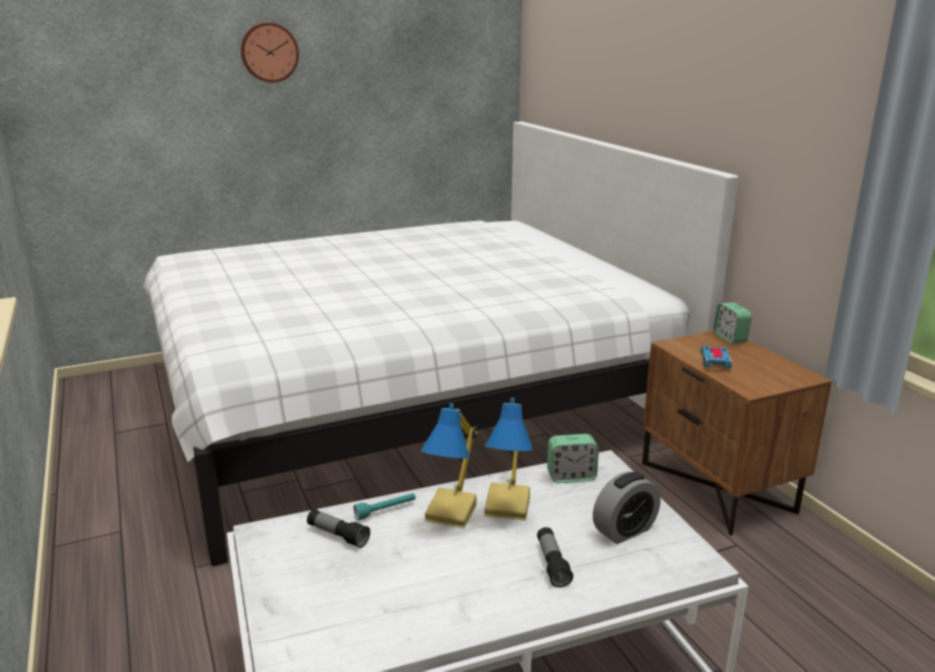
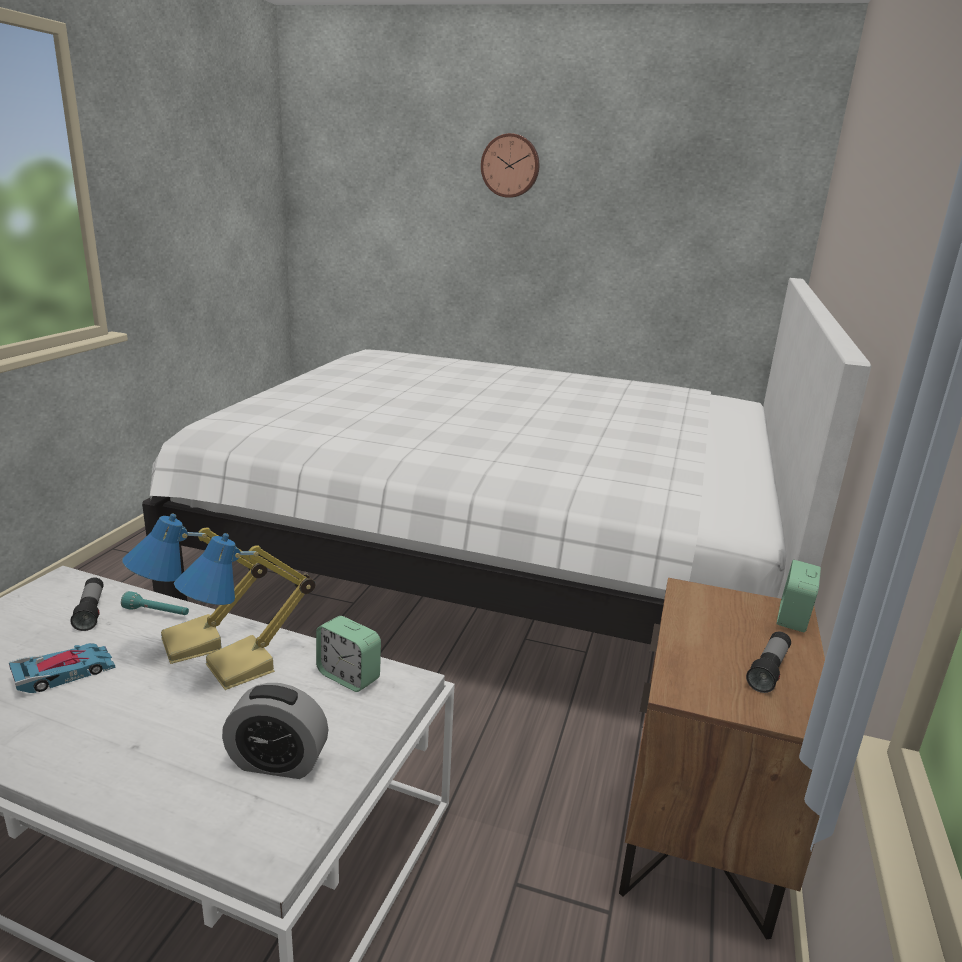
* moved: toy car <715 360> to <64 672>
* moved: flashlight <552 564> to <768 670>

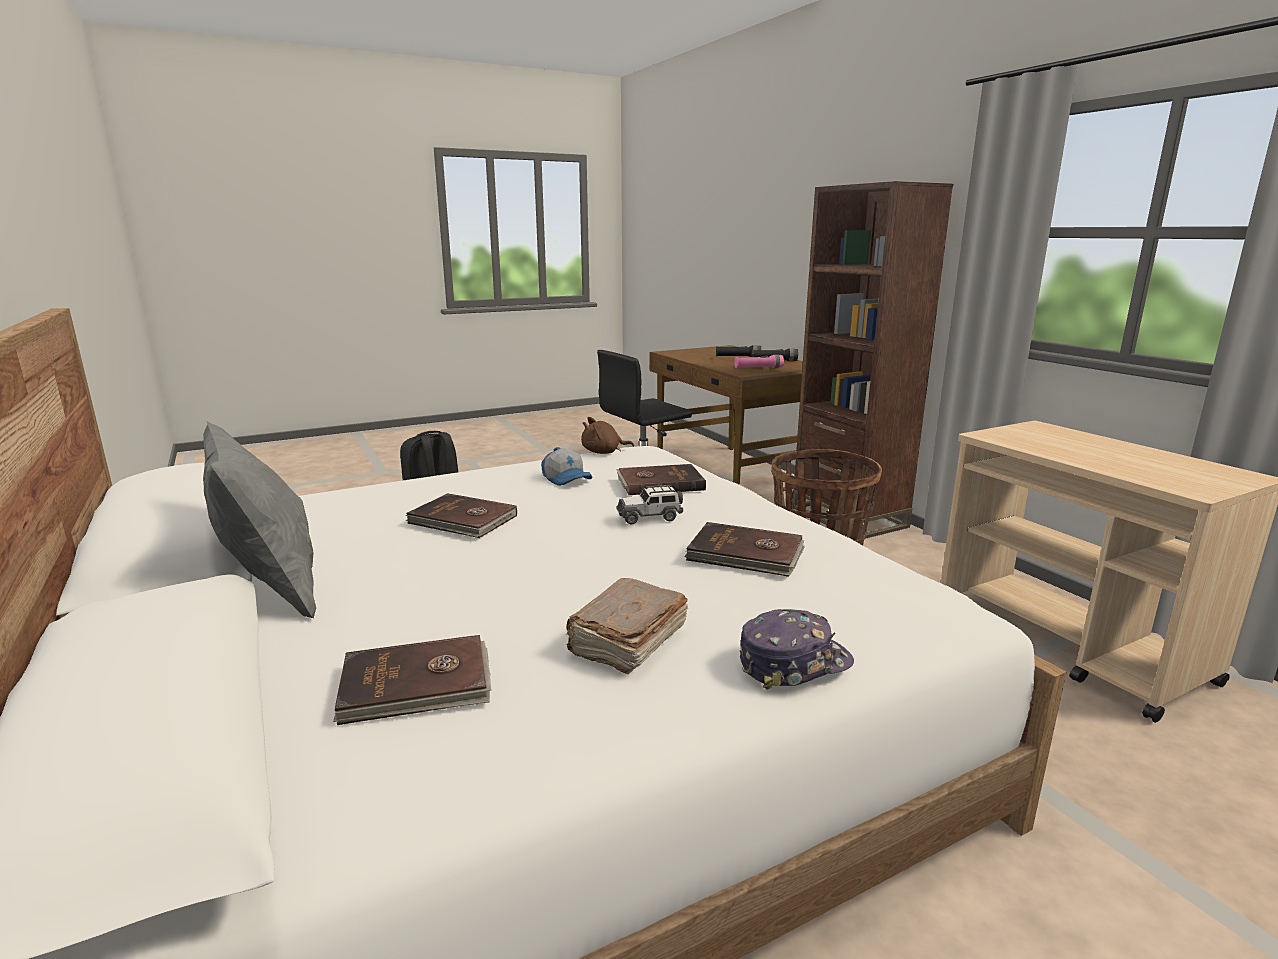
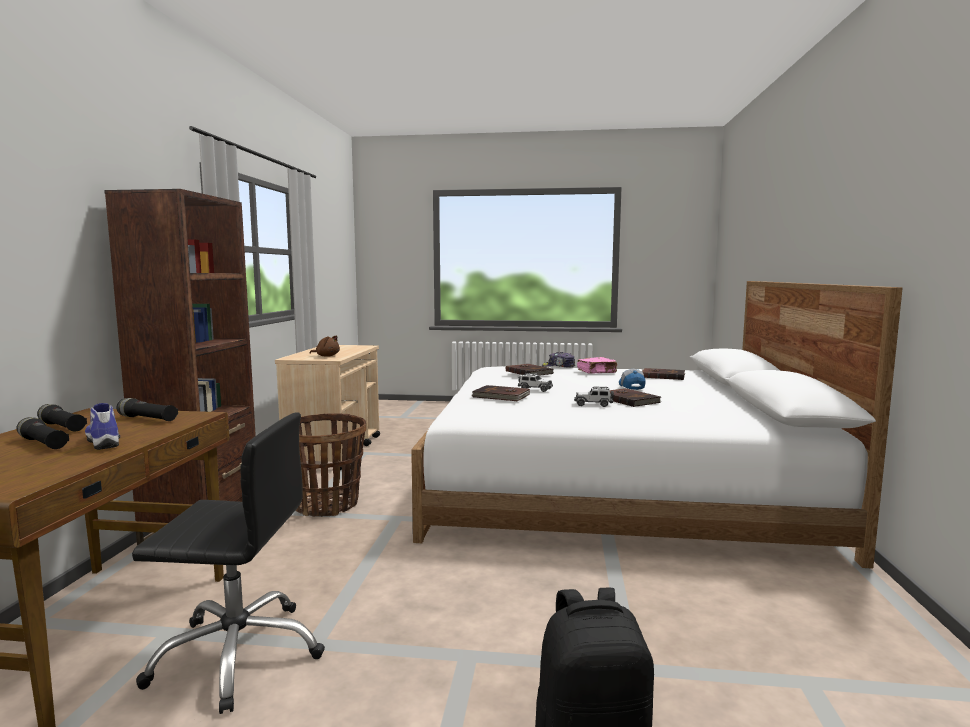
* recoloured: pink flashlight <758 368> to black flashlight <147 419>
* moved: brown plush toy <604 452> to <326 356>
* removed: grey pillow <272 591>
* moved: cap <567 479> to <631 386>
* recoloured: brown book <626 642> to pink book <597 372>
* added: toy car <593 404>
* added: shoe <105 442>

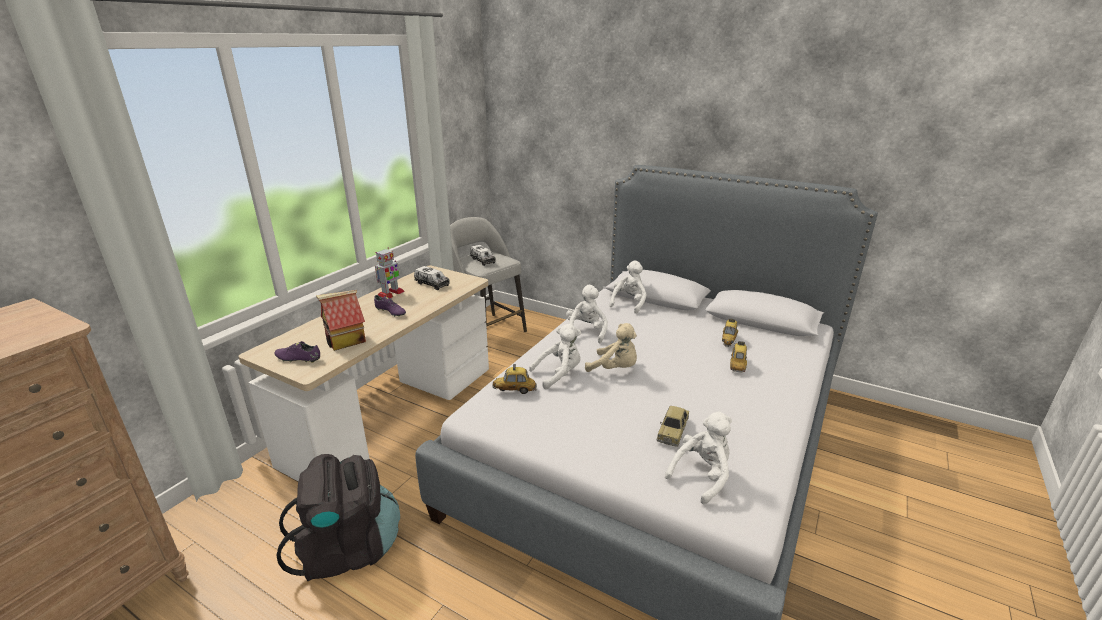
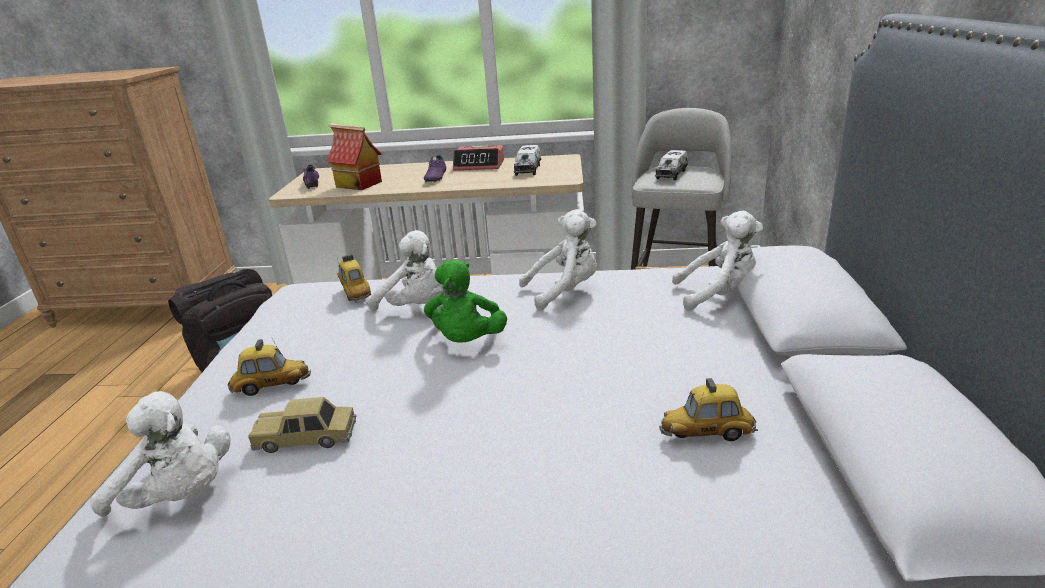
* replaced: toy robot <390 294> to alarm clock <479 165>
* recoloured: beige plush toy <615 369> to green plush toy <467 342>
* moved: toy car <737 365> to <272 386>

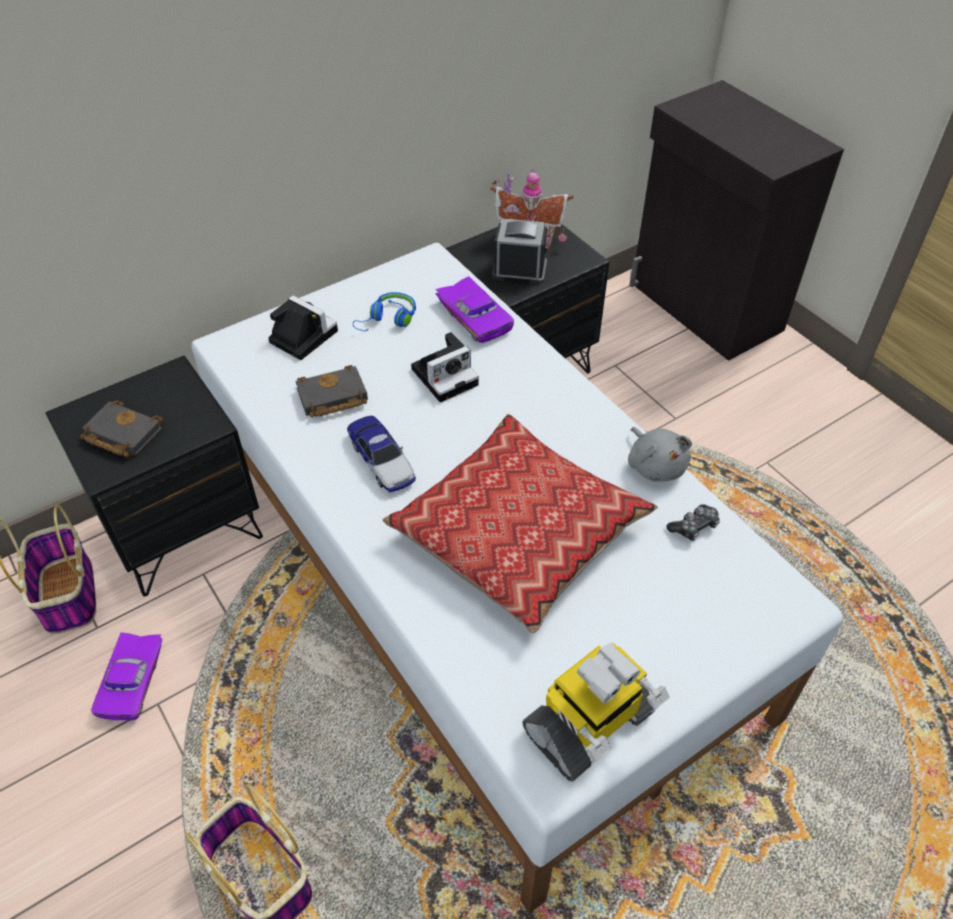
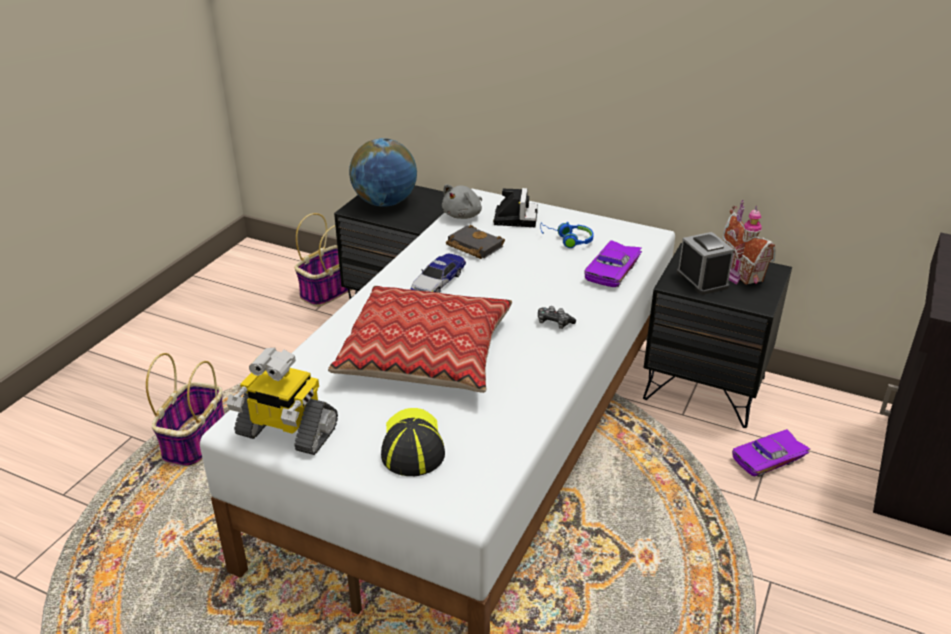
* removed: photo camera <446 375>
* replaced: black book <120 434> to globe <385 203>
* moved: grey plush toy <655 465> to <463 215>
* moved: game controller <694 527> to <554 323>
* moved: purple toy car <134 681> to <770 460>
* added: cap <412 445>

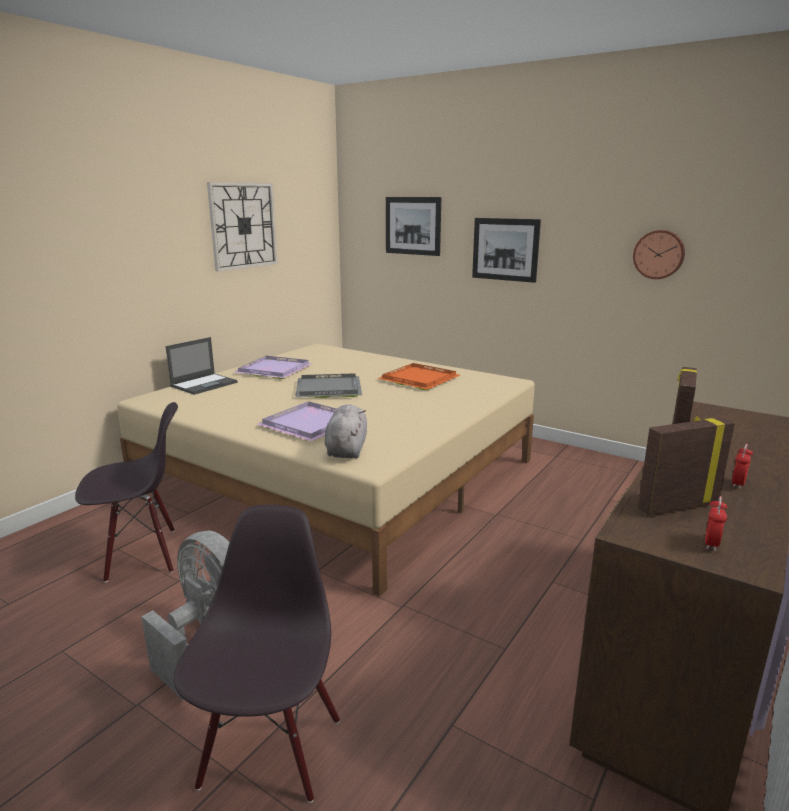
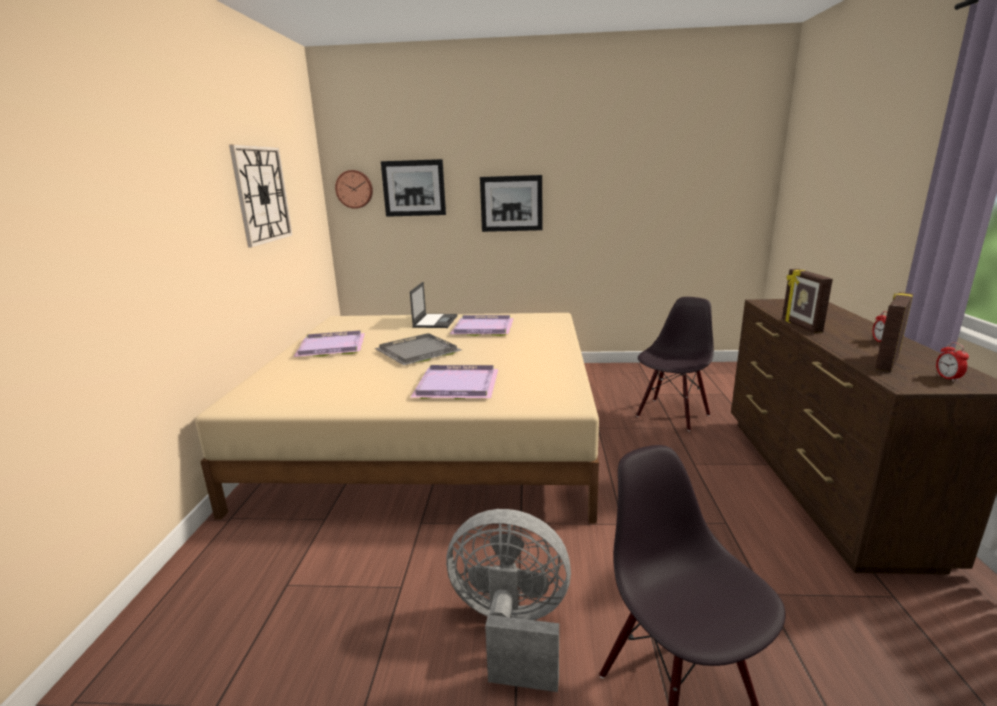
* moved: wall clock <659 254> to <354 189>
* moved: laptop <204 384> to <435 321>
* recoloured: orange tray <419 380> to purple tray <484 328>
* moved: black chair <142 555> to <672 415>
* removed: grey plush toy <346 449>

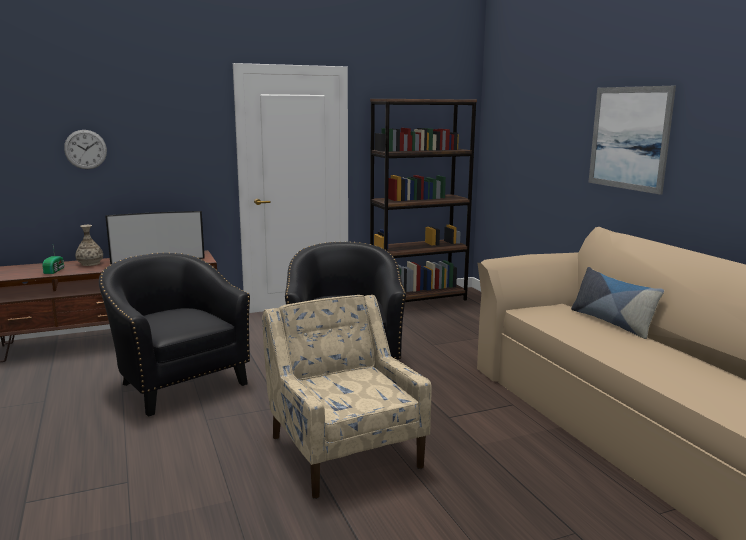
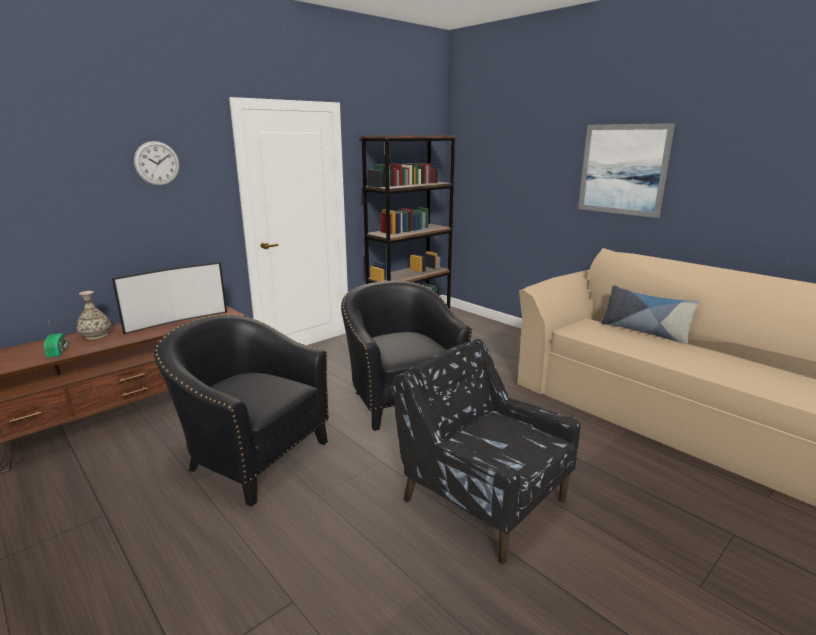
* moved: wall clock <85 149> to <157 163>
* recoloured: beige armchair <344 451> to black armchair <482 498>

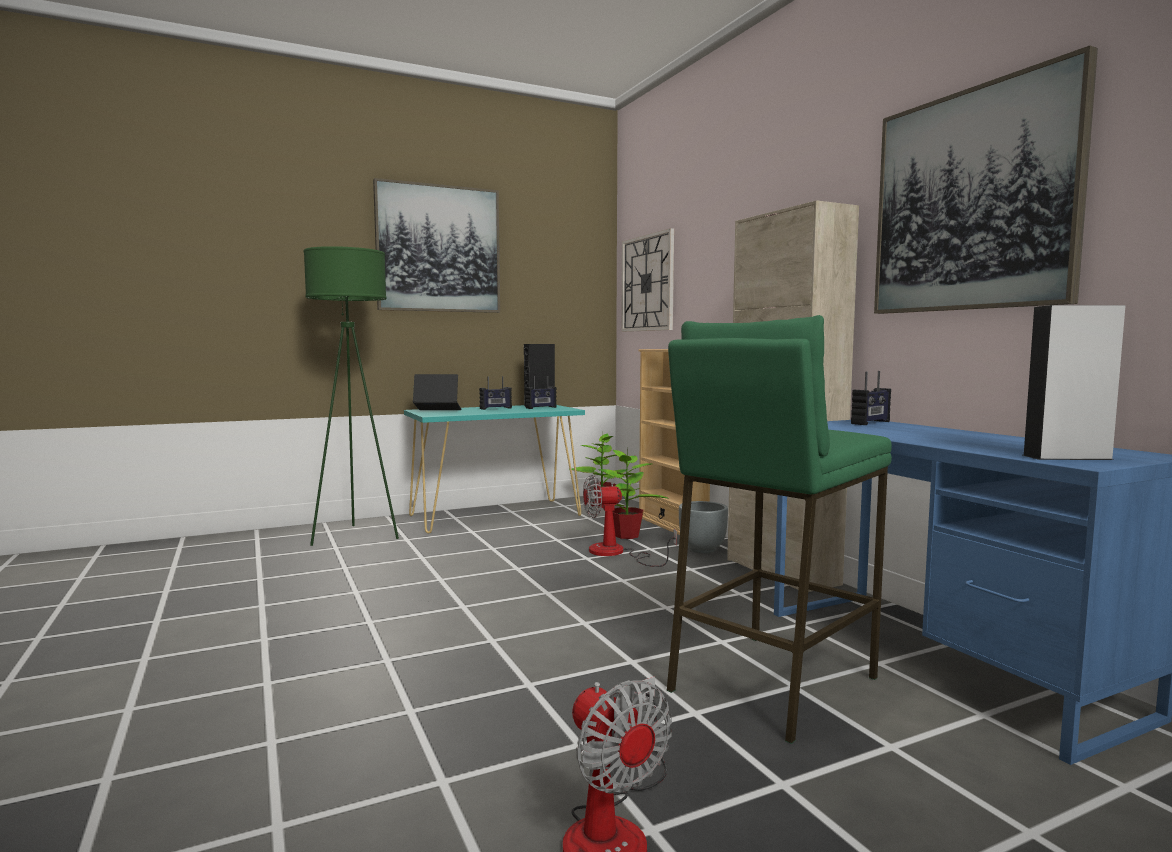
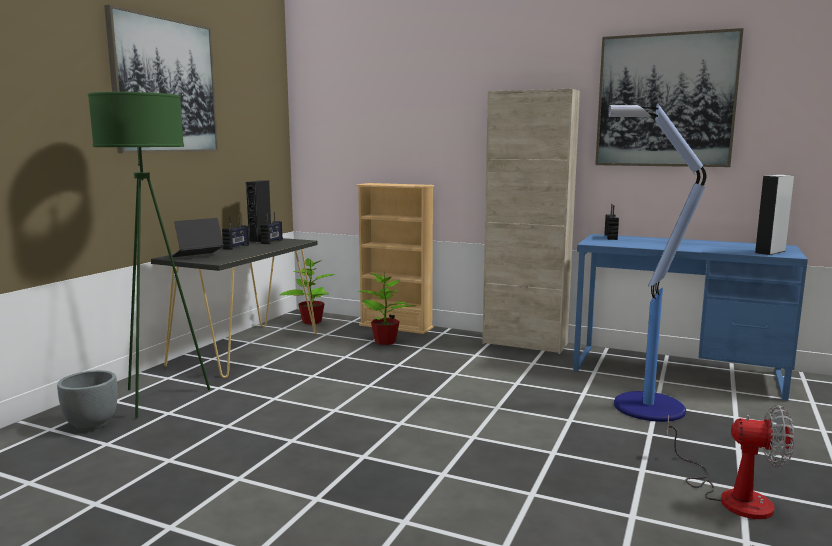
* removed: wall clock <647 283>
* replaced: green stool <770 683> to floor lamp <645 407>
* recoloured: turquoise console table <496 515> to black console table <246 348>
* removed: fan <616 553>
* moved: grey planter <703 550> to <92 425>

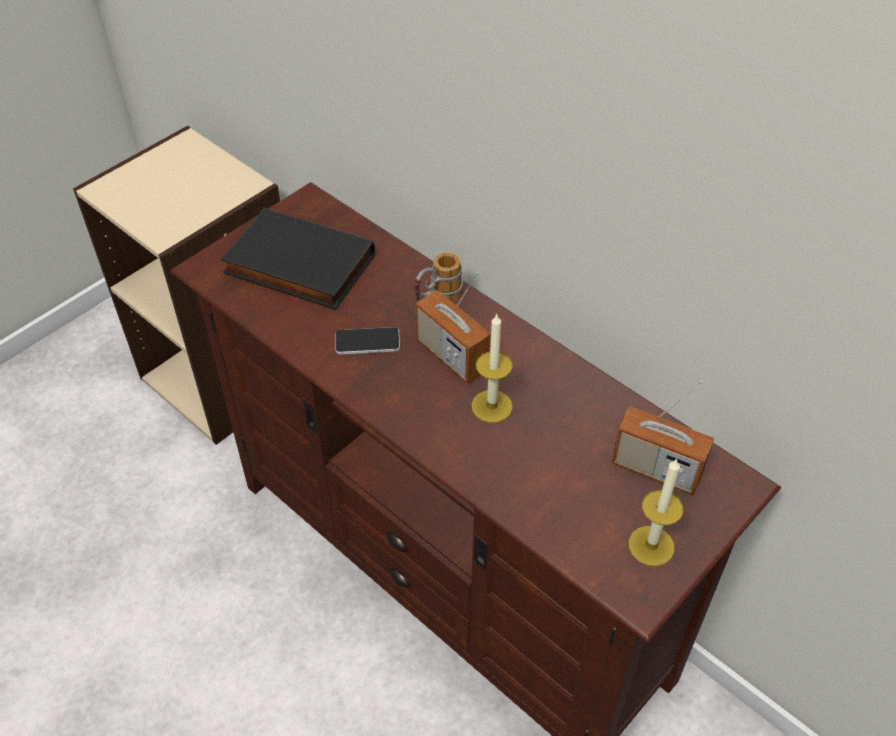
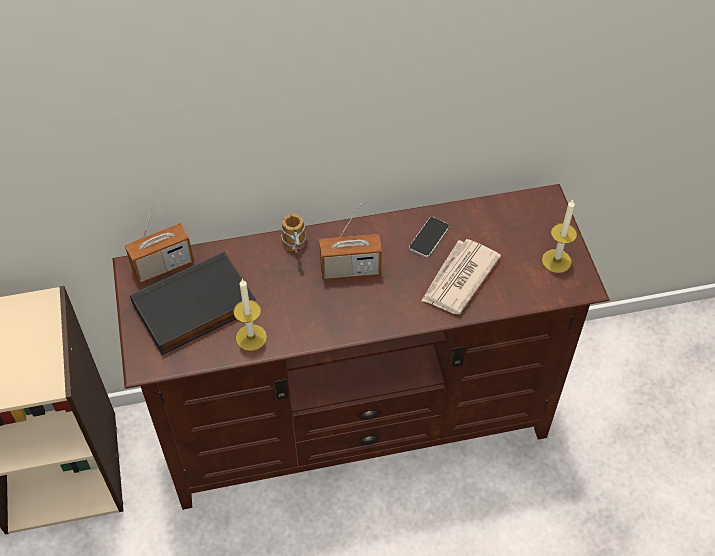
* moved: candle <491 406> to <251 337>
* moved: phone <367 342> to <429 237>
* moved: radio <656 469> to <163 266>
* added: newspaper <458 279>

